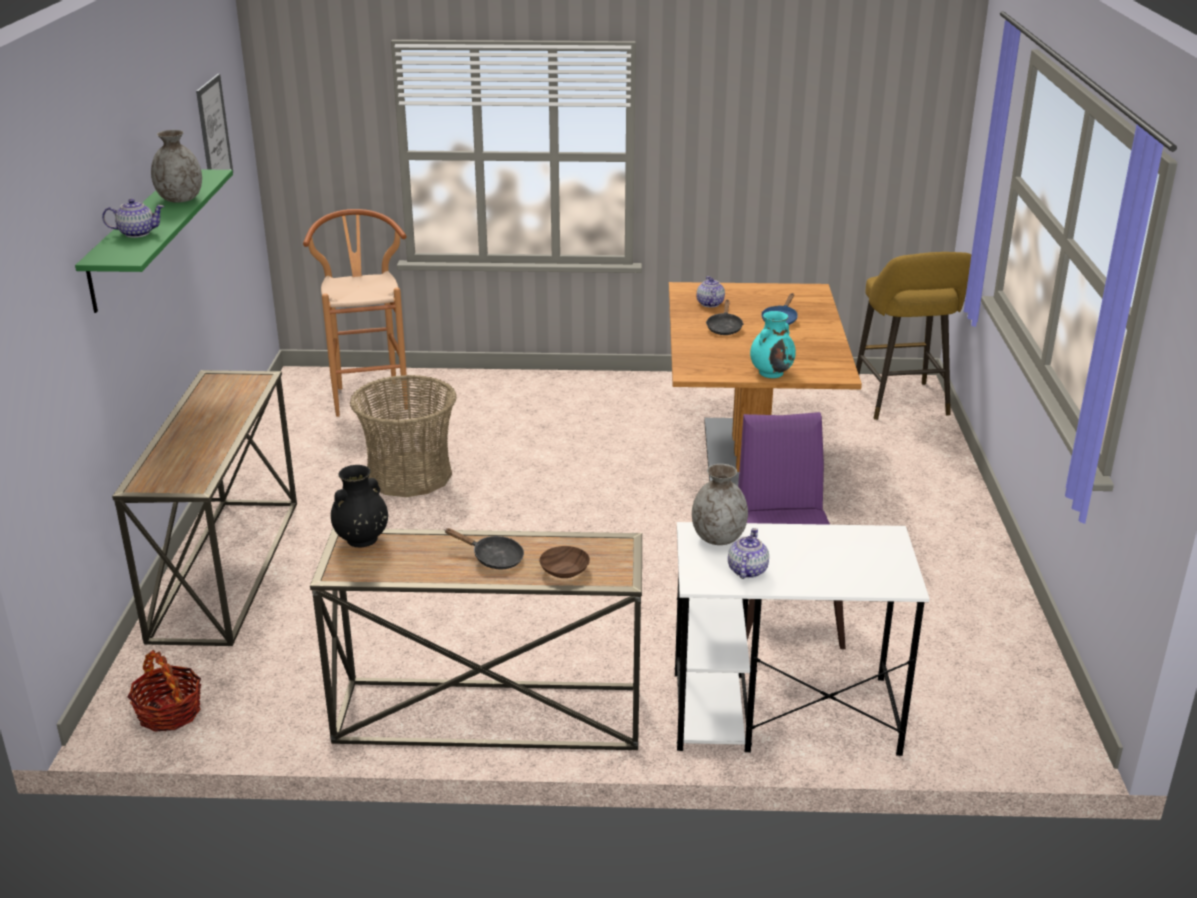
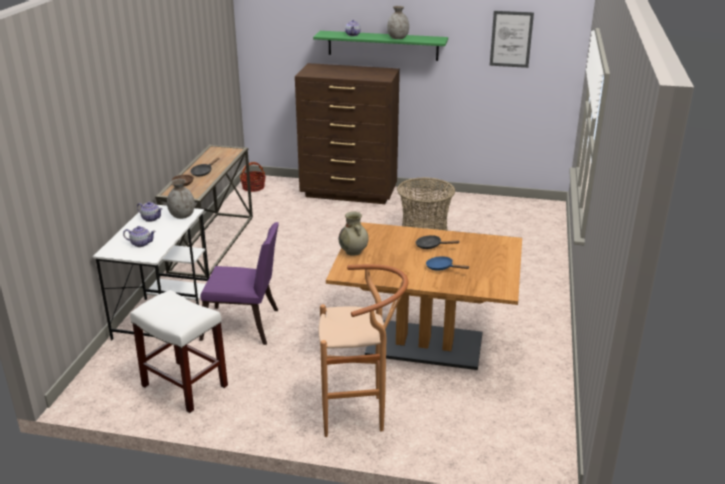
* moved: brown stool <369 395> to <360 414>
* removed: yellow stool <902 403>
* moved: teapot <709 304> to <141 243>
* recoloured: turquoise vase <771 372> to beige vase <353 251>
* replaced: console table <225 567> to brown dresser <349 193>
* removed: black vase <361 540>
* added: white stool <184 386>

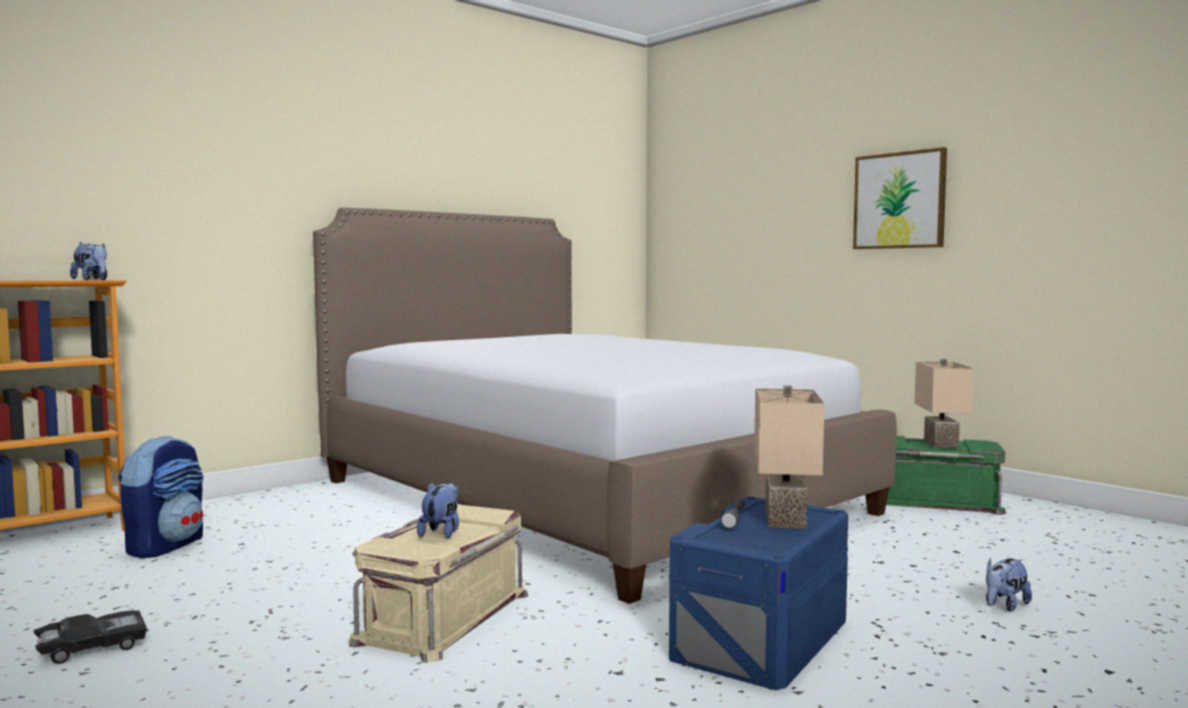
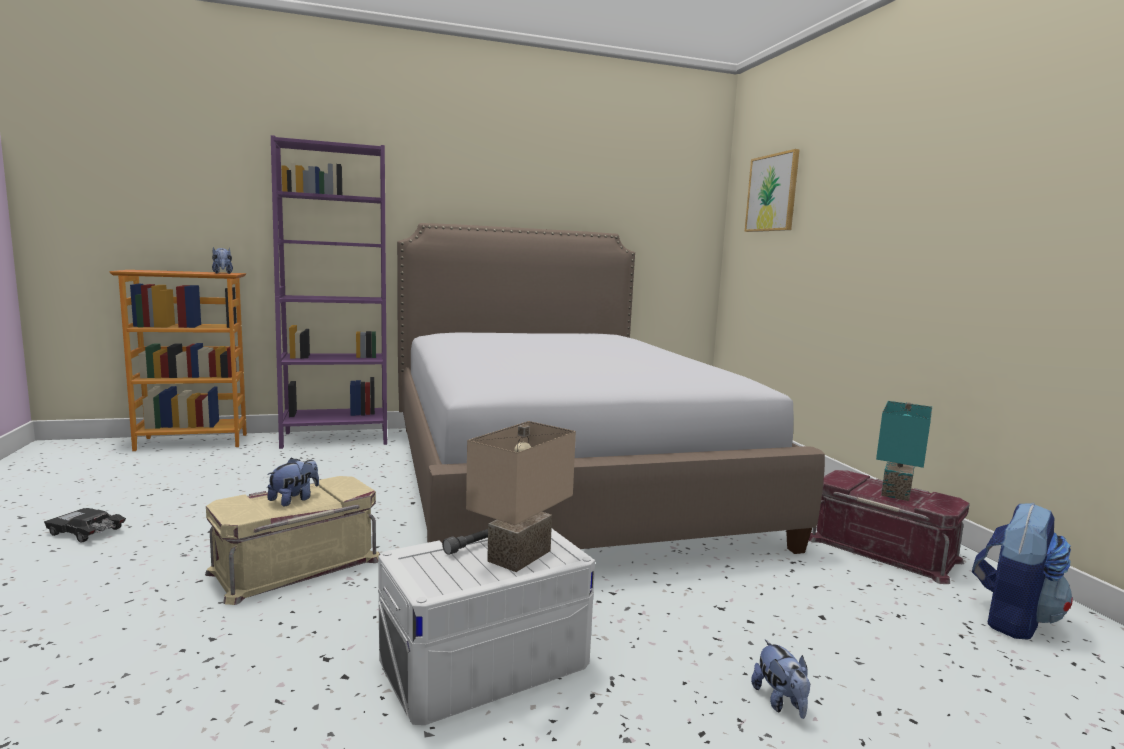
* moved: picture <899 200> to <772 193>
* recoloured: beige table lamp <943 444> to turquoise table lamp <898 493>
* moved: backpack <165 546> to <1012 619>
* recoloured: green storage box <934 501> to red storage box <883 549>
* recoloured: blue storage box <761 638> to white storage box <485 662>
* turned: plush toy <1004 606> = <780 702> 90 degrees counterclockwise
* turned: black toy car <92 646> = <86 532> 150 degrees counterclockwise
* added: purple bookcase <335 438>

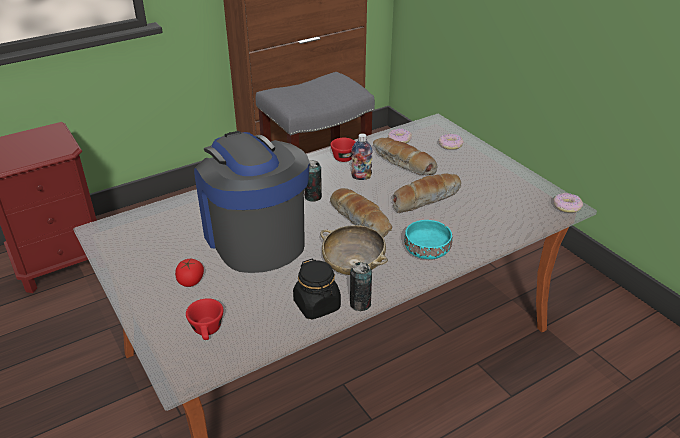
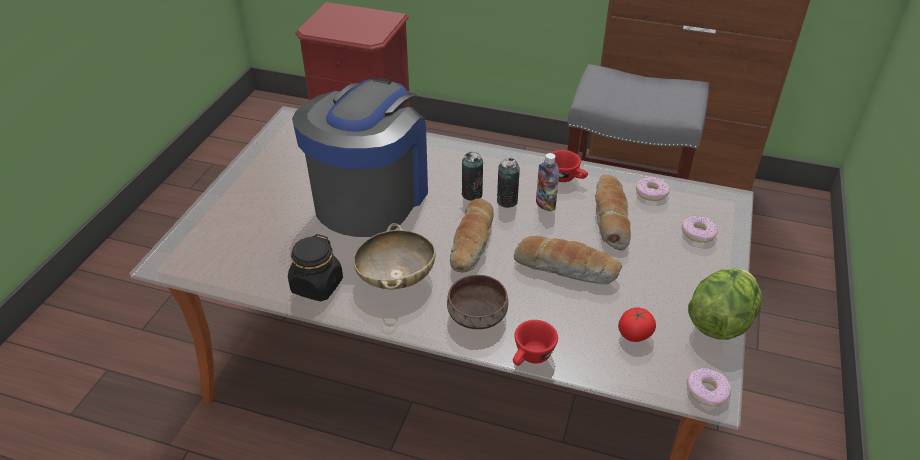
* recoloured: turquoise bowl <425 250> to brown bowl <476 313>
* moved: tomato <190 281> to <634 334>
* moved: can <360 304> to <507 201>
* moved: red cup <208 331> to <531 357>
* added: lettuce <719 322>

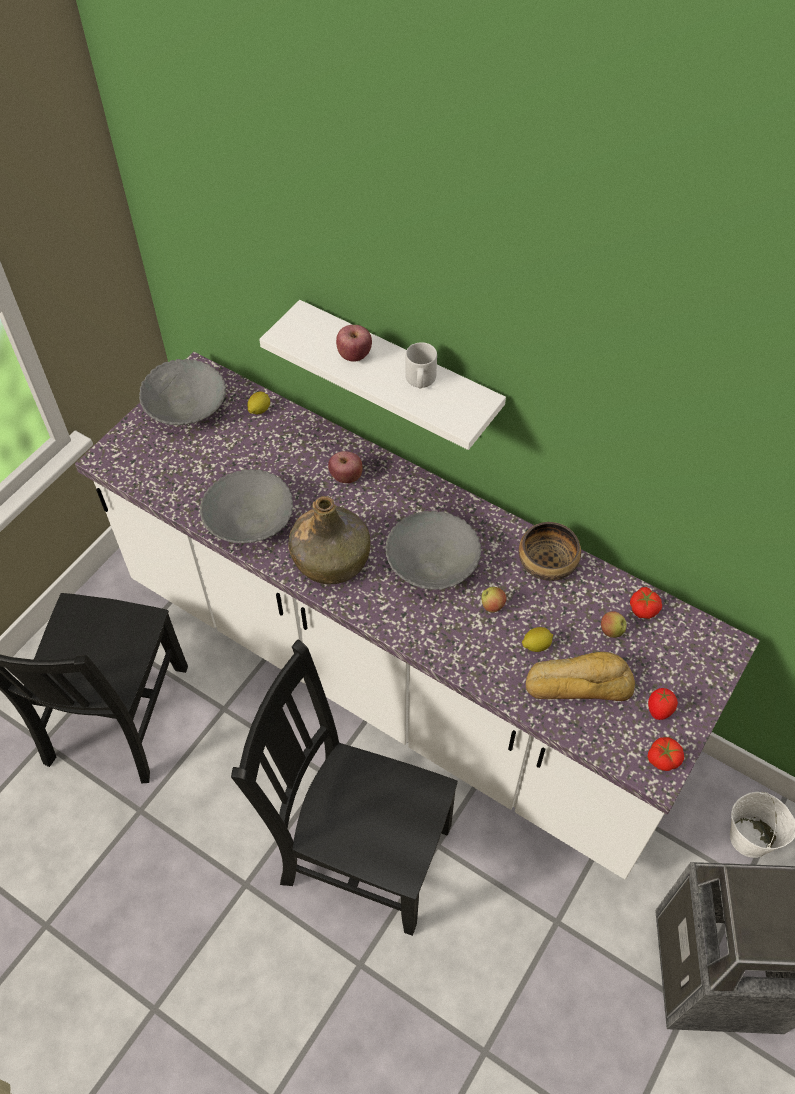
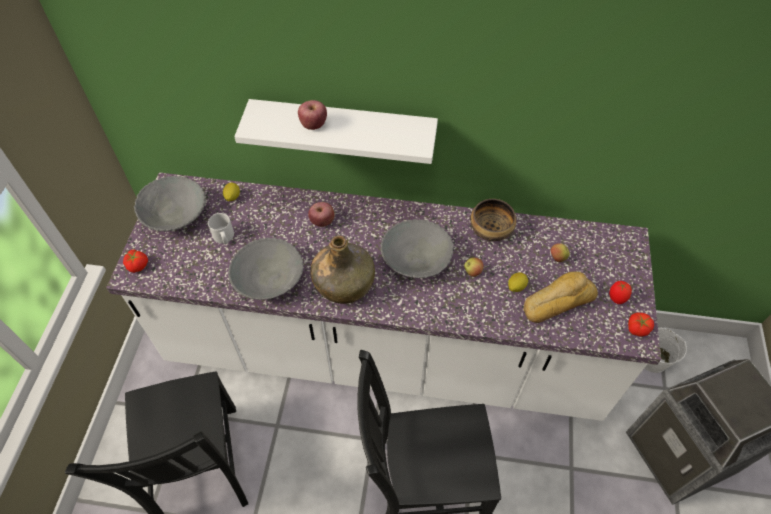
* moved: grey mug <420 380> to <224 237>
* moved: tomato <644 608> to <138 265>

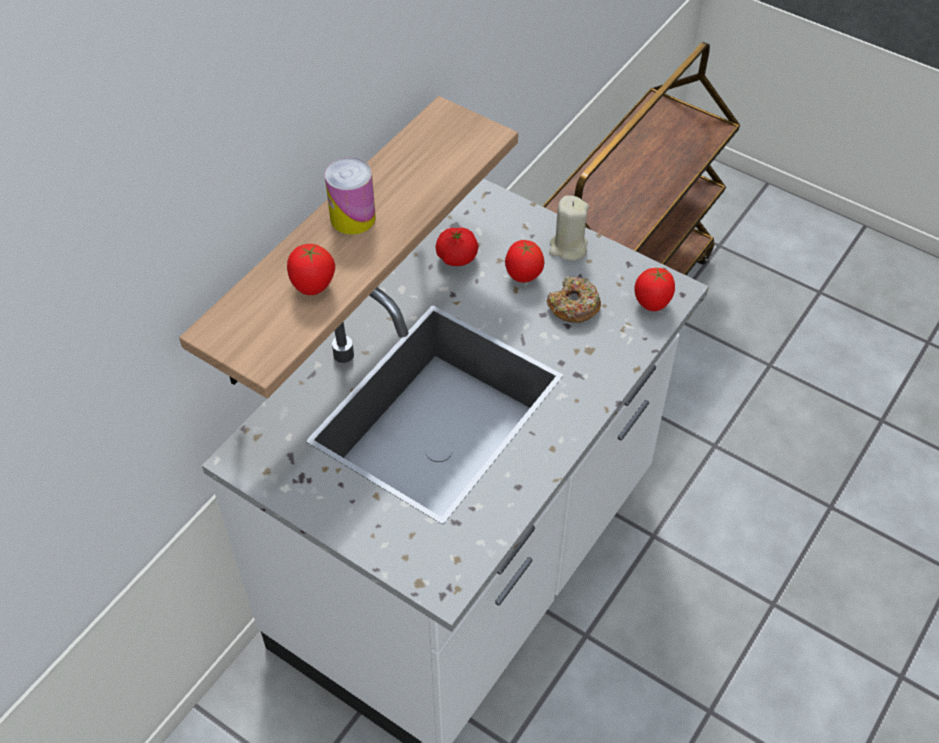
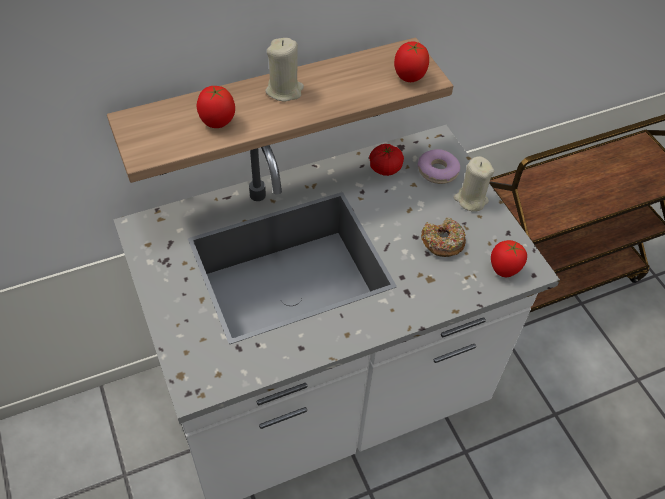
* replaced: can <353 218> to beige candle <284 90>
* moved: tomato <523 276> to <409 78>
* added: donut <437 171>

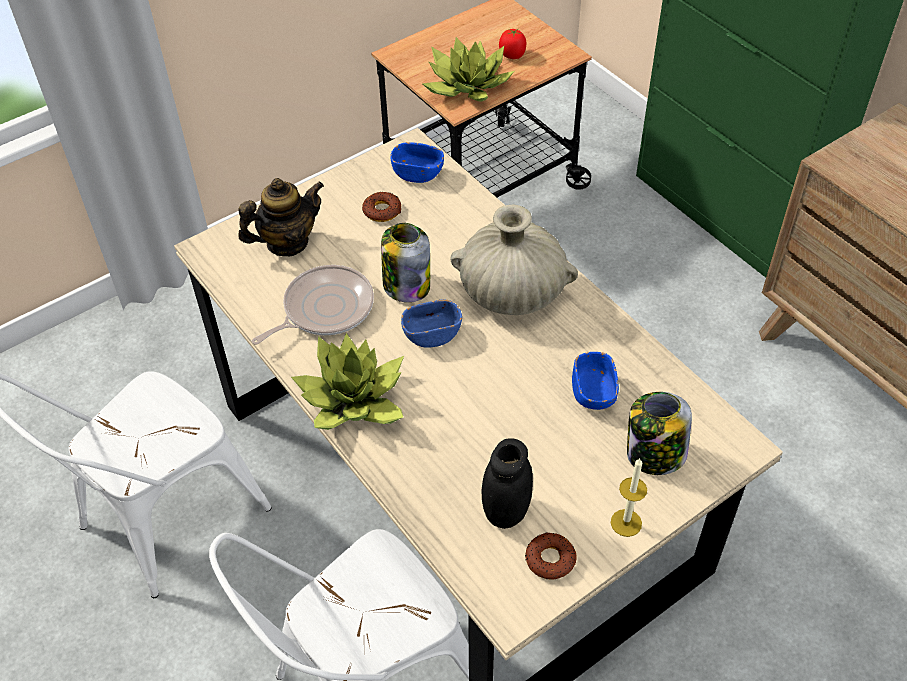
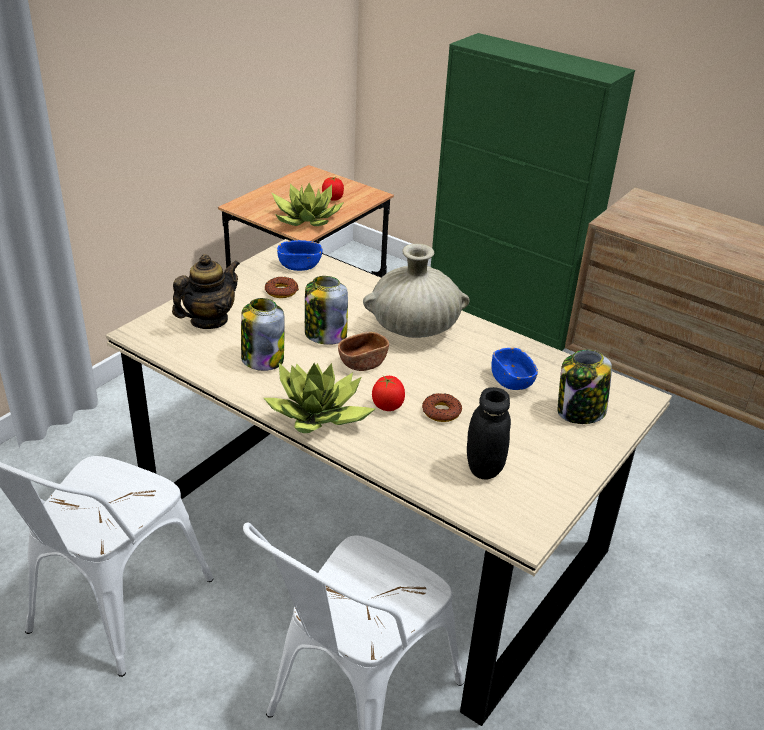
* replaced: frying pan <324 309> to jar <262 359>
* recoloured: blue bowl <432 334> to brown bowl <362 363>
* removed: candle <626 523>
* moved: donut <550 559> to <441 412>
* added: tomato <387 406>

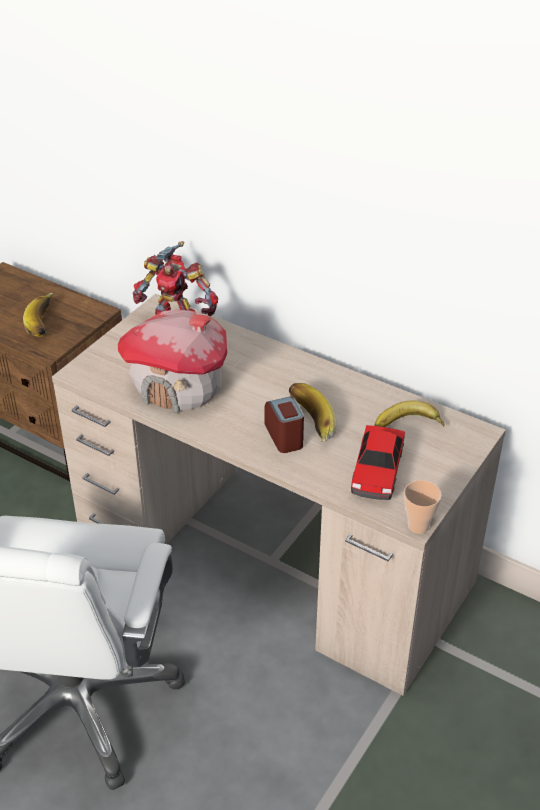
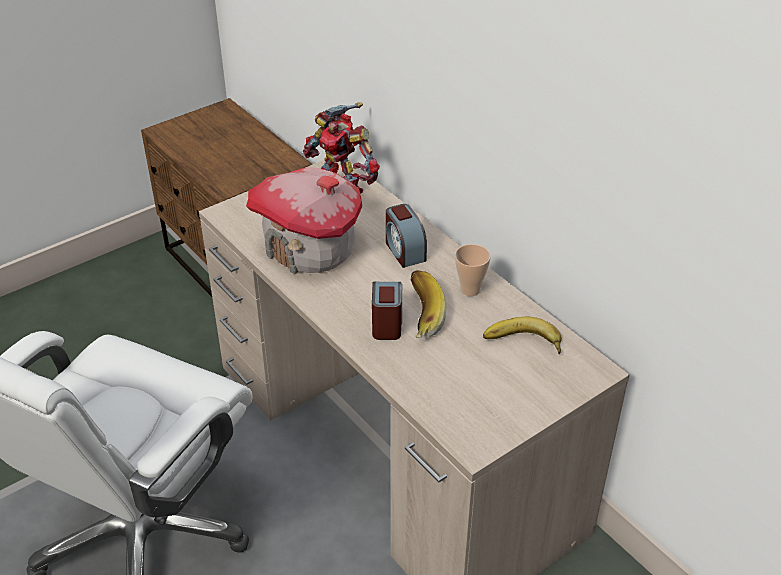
* removed: banana <46 323>
* removed: toy car <377 471>
* moved: cup <418 526> to <470 290>
* added: alarm clock <404 251>

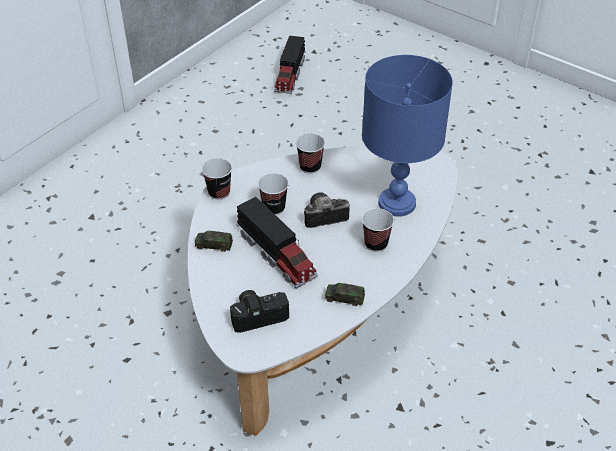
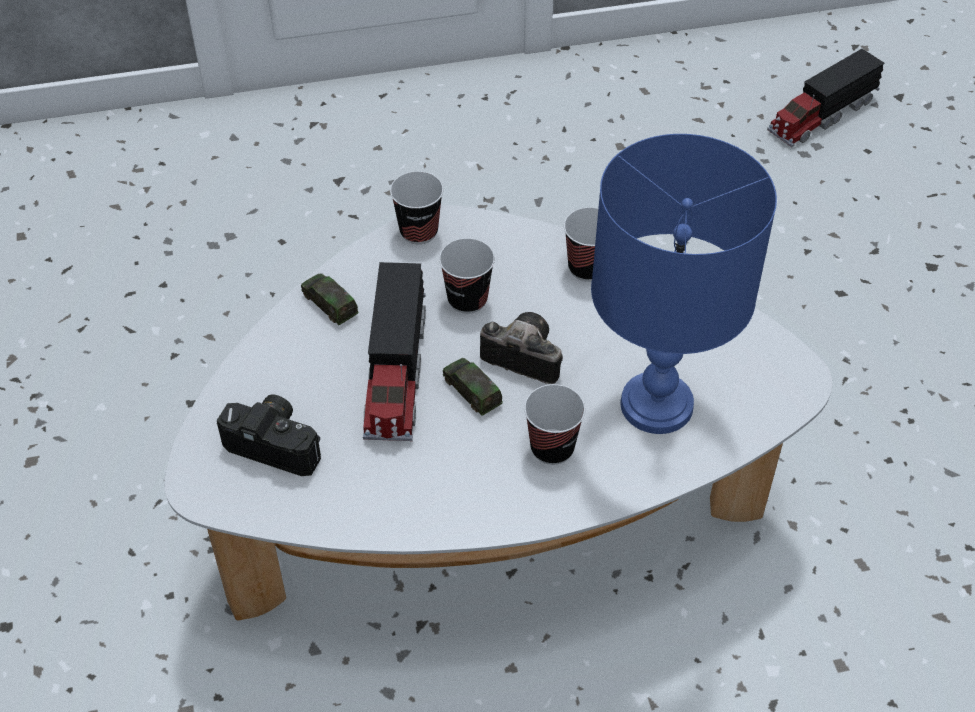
* moved: toy car <344 298> to <472 391>

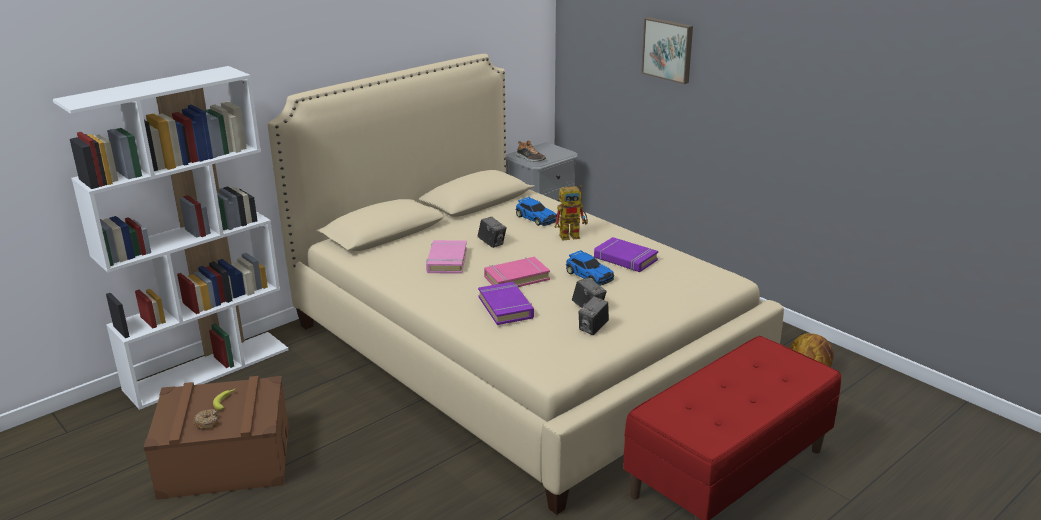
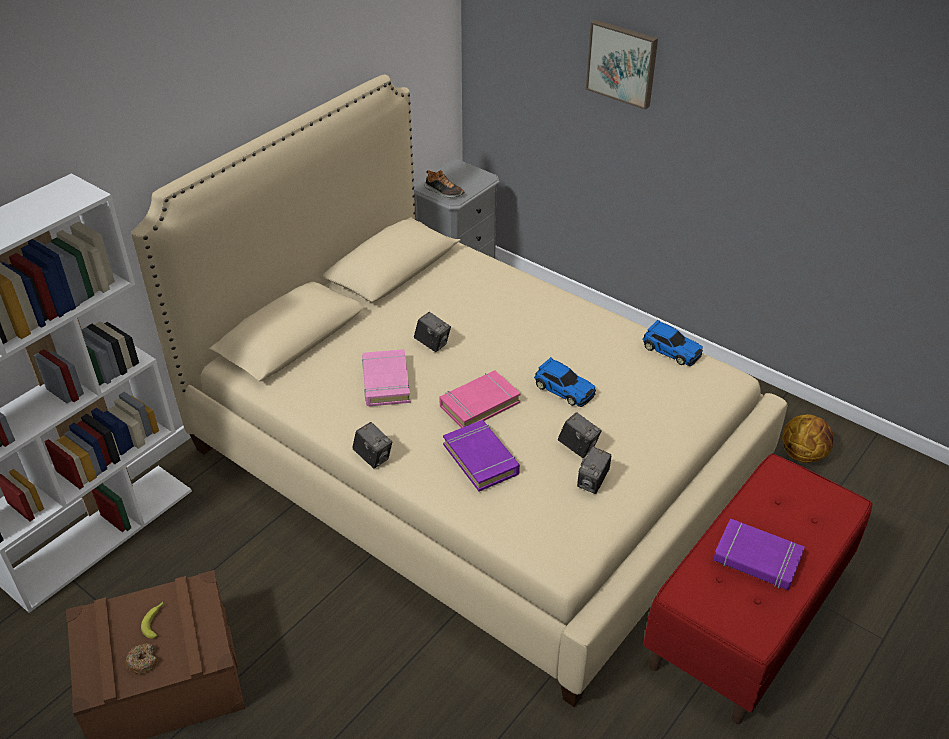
* removed: toy robot <573 235>
* moved: toy car <535 218> to <670 349>
* moved: purple book <625 259> to <757 559>
* added: photo camera <373 457>

